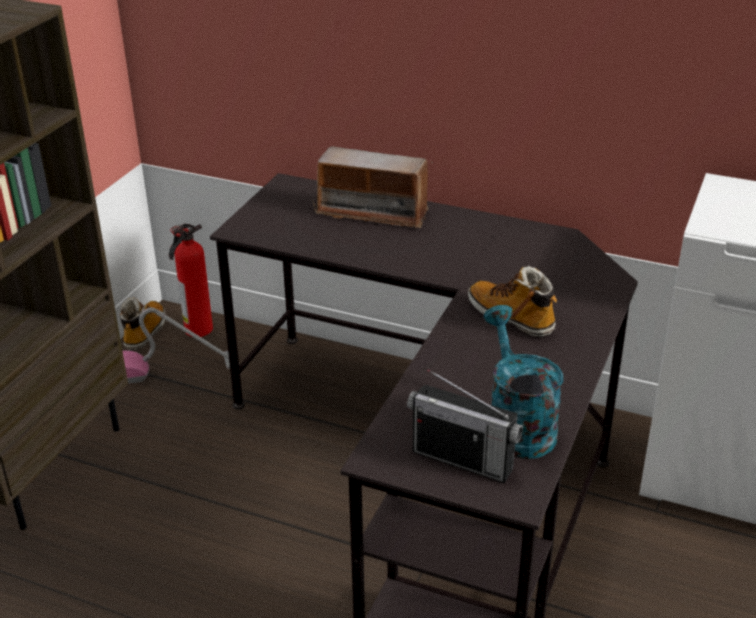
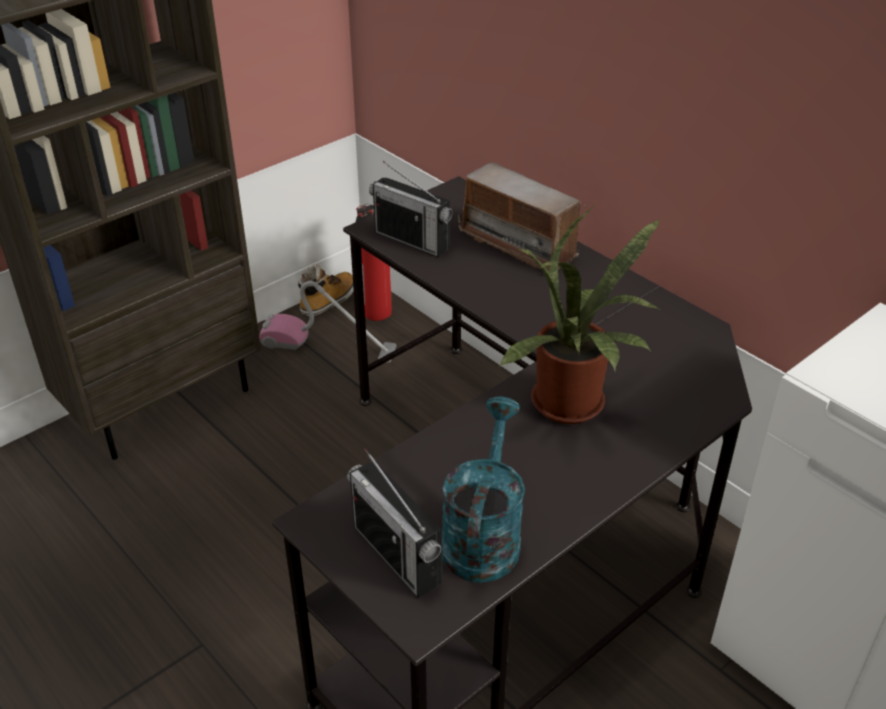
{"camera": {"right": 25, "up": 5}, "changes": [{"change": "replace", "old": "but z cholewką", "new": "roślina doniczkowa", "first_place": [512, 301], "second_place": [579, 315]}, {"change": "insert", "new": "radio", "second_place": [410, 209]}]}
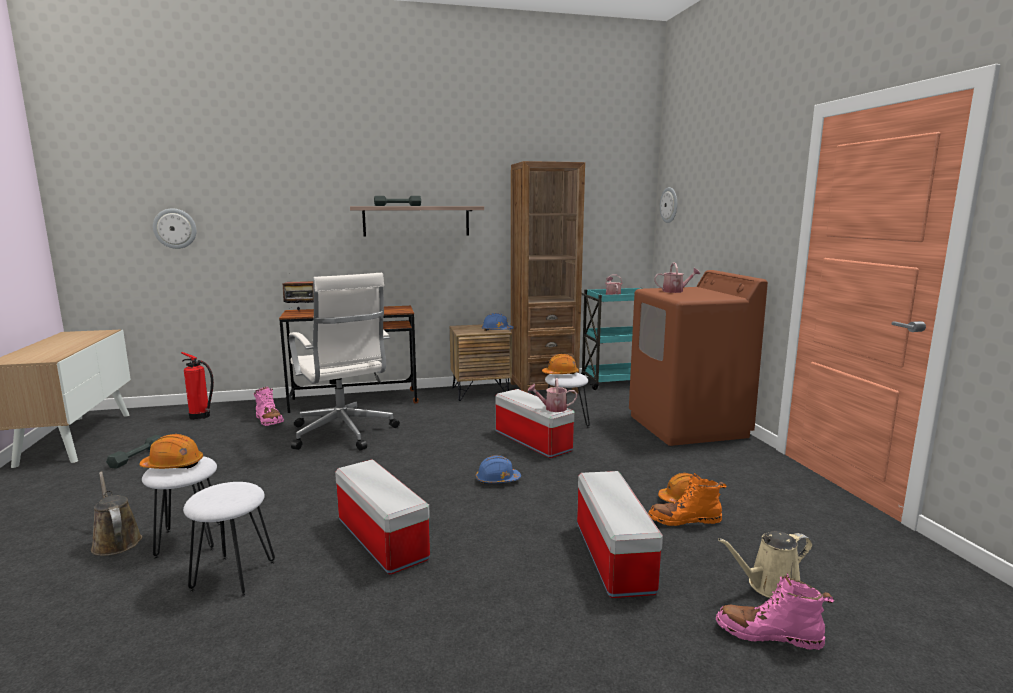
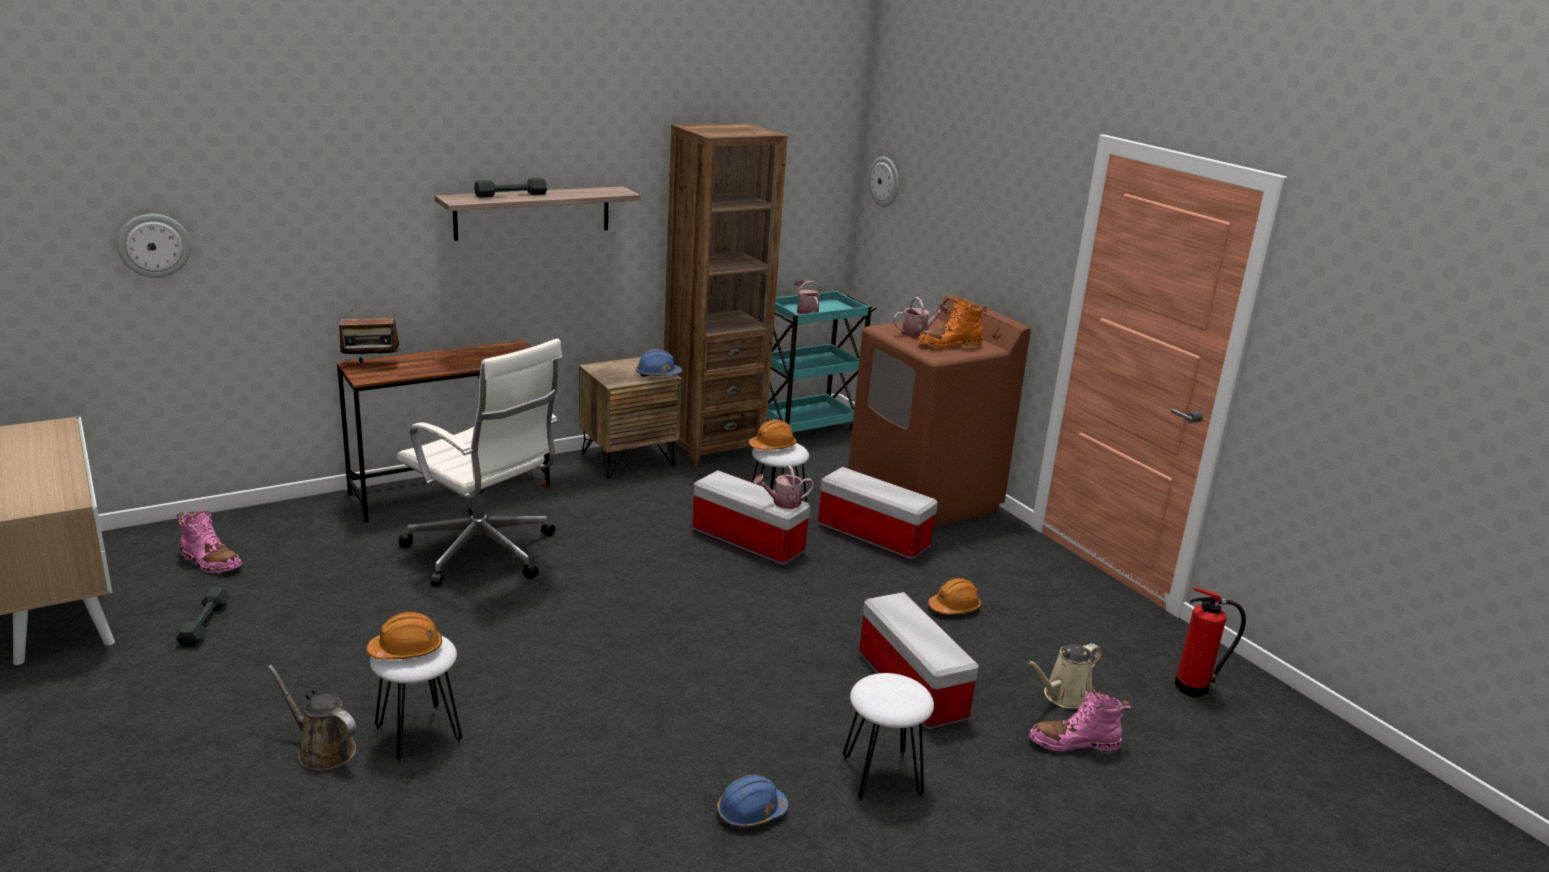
{"camera": {"right": -20, "up": 10}, "changes": [{"change": "move", "old": "gaśnica", "first_place": [197, 386], "second_place": [1210, 642]}, {"change": "move", "old": "stołek/biały", "first_place": [229, 539], "second_place": [888, 737]}, {"change": "move", "old": "but z cholewką/różowy", "first_place": [269, 406], "second_place": [209, 542]}, {"change": "move", "old": "pojemnik do przechowywania", "first_place": [382, 516], "second_place": [878, 513]}, {"change": "move", "old": "kask/niebieski", "first_place": [498, 469], "second_place": [753, 800]}, {"change": "move", "old": "but z cholewką/pomarańczowy", "first_place": [687, 499], "second_place": [953, 323]}]}
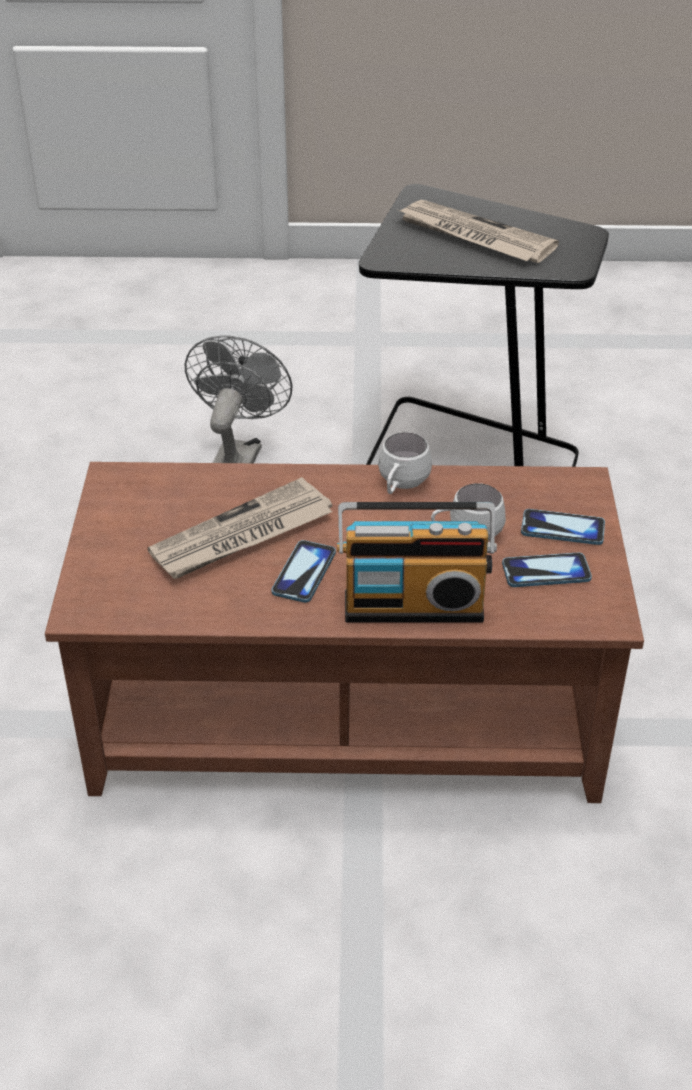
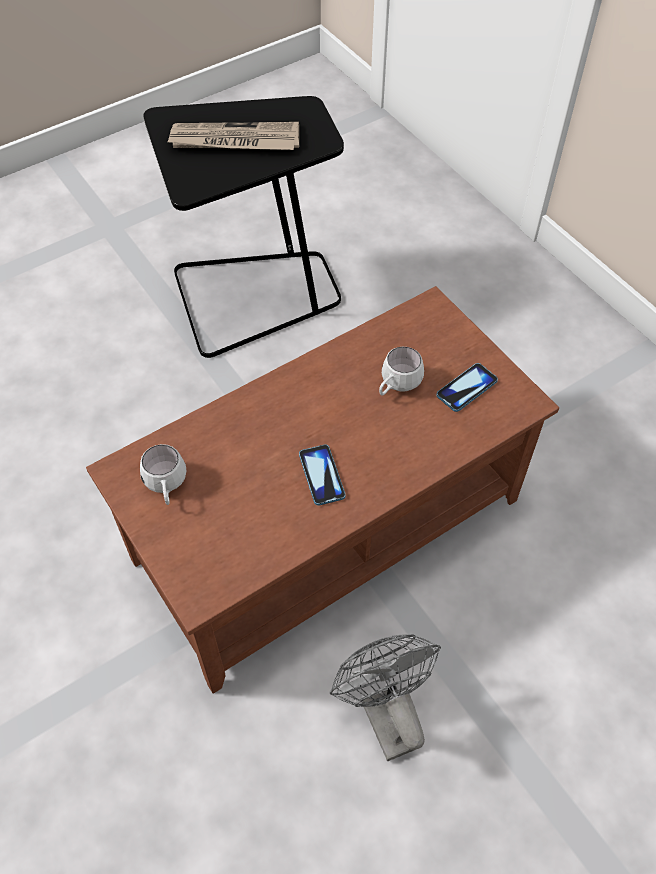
{"camera": {"right": -35, "up": 15}, "changes": [{"change": "delete", "old": "gazeta", "first_place": [240, 528]}, {"change": "move", "old": "wentylator/szary", "first_place": [239, 399], "second_place": [385, 697]}, {"change": "delete", "old": "radio", "first_place": [417, 562]}, {"change": "move", "old": "kubek/biały", "first_place": [405, 463], "second_place": [163, 474]}, {"change": "delete", "old": "telefon", "first_place": [563, 527]}]}
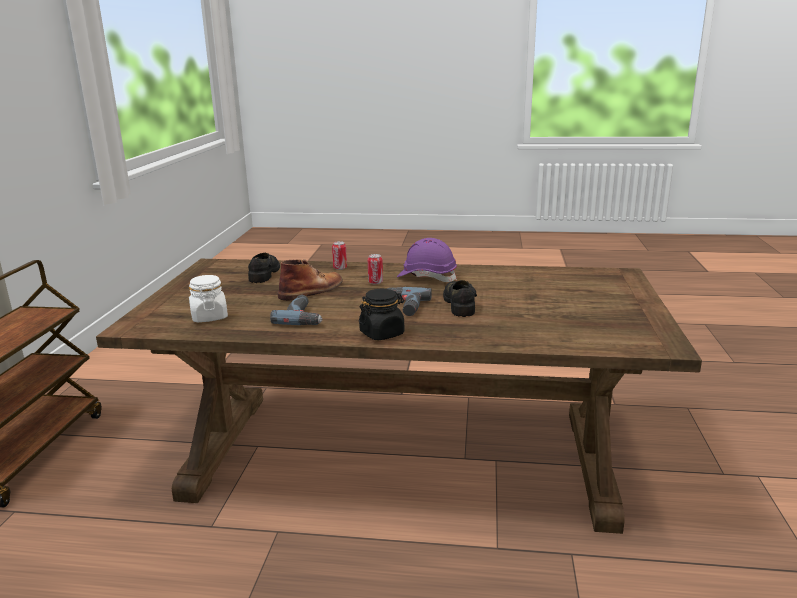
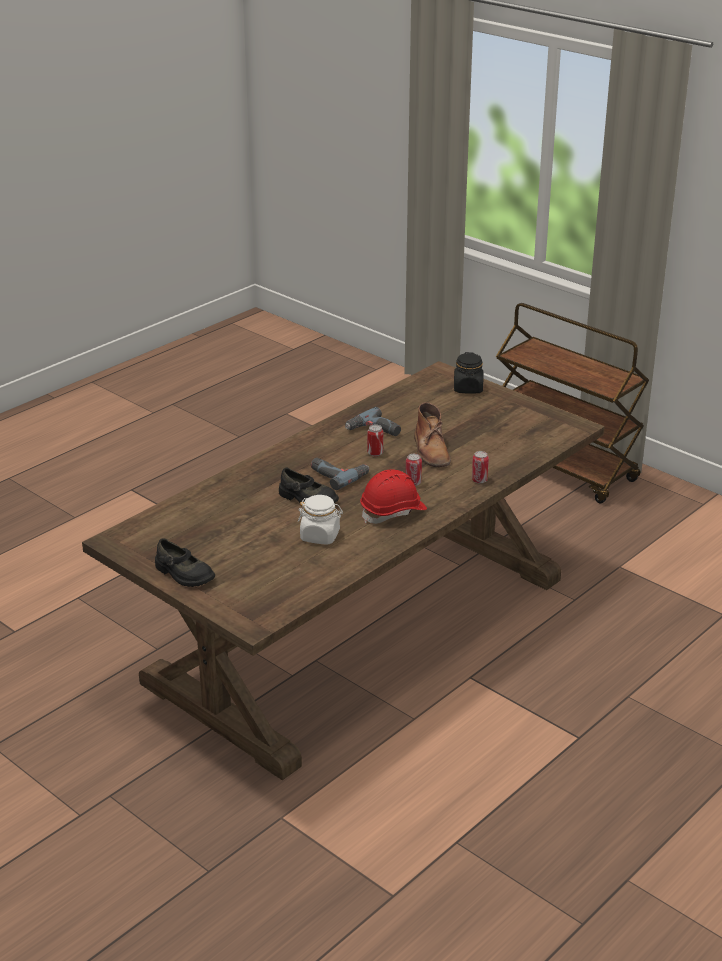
{"camera": {"right": 125, "up": 10}, "changes": [{"change": "move", "old": "słoik/biały", "first_place": [208, 298], "second_place": [320, 520]}, {"change": "move", "old": "but/czarny", "first_place": [264, 268], "second_place": [185, 562]}, {"change": "move", "old": "słoik/czarny", "first_place": [381, 314], "second_place": [468, 373]}, {"change": "recolor", "old": "kask/fioletowy", "new": "kask/czerwony", "first_place": [427, 260], "second_place": [393, 497]}, {"change": "insert", "new": "puszka", "second_place": [375, 440]}]}
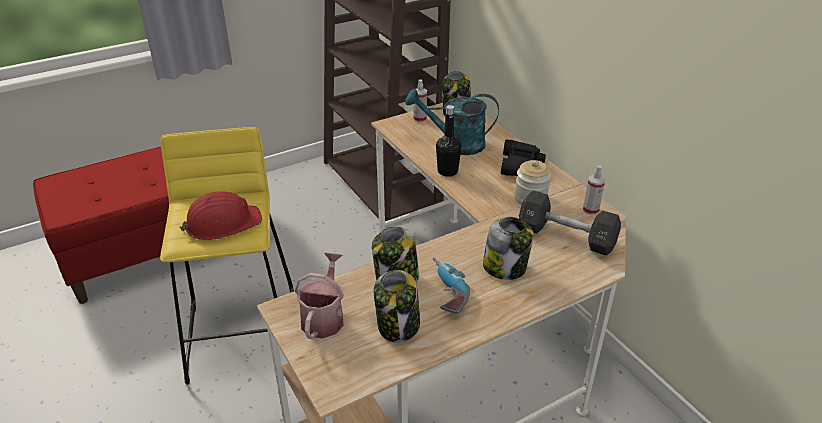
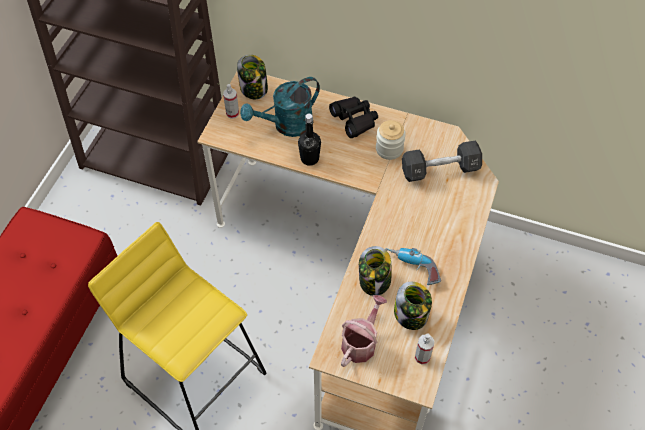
{"camera": {"right": -40, "up": 20}, "changes": [{"change": "delete", "old": "kask/czerwony", "first_place": [220, 216]}, {"change": "rotate", "old": "konewka", "first_place": [319, 295], "second_place": [364, 331], "degrees": 60}, {"change": "delete", "old": "słoik", "first_place": [508, 248]}, {"change": "move", "old": "spryskiwacz", "first_place": [594, 190], "second_place": [424, 349]}]}
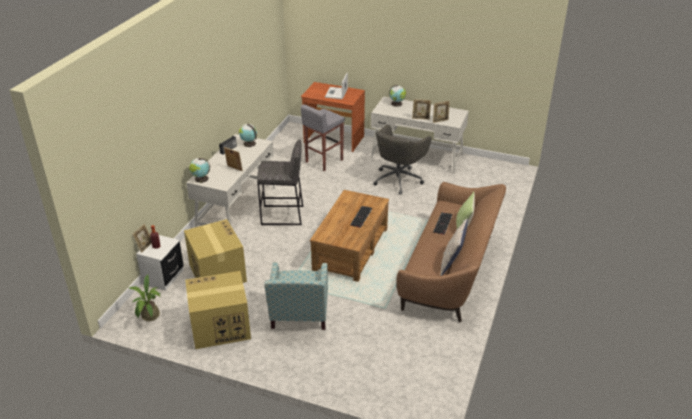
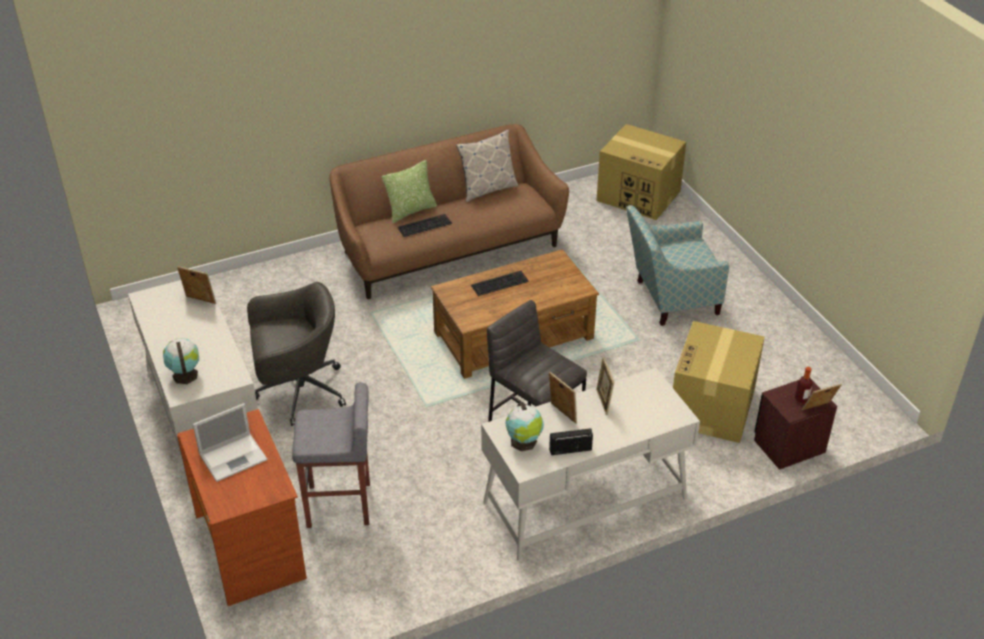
{"camera": {"right": -135, "up": 5}, "changes": [{"change": "delete", "old": "roślina doniczkowa", "first_place": [144, 298]}, {"change": "recolor", "old": "szafka nocna/biały", "new": "szafka nocna/brązowy", "first_place": [160, 263], "second_place": [795, 424]}, {"change": "move", "old": "karton", "first_place": [218, 310], "second_place": [641, 172]}, {"change": "delete", "old": "globus", "first_place": [199, 170]}, {"change": "rotate", "old": "fotel", "first_place": [296, 296], "second_place": [677, 265], "degrees": -150}, {"change": "move", "old": "ramka na zdjęcie", "first_place": [421, 109], "second_place": [563, 398]}]}
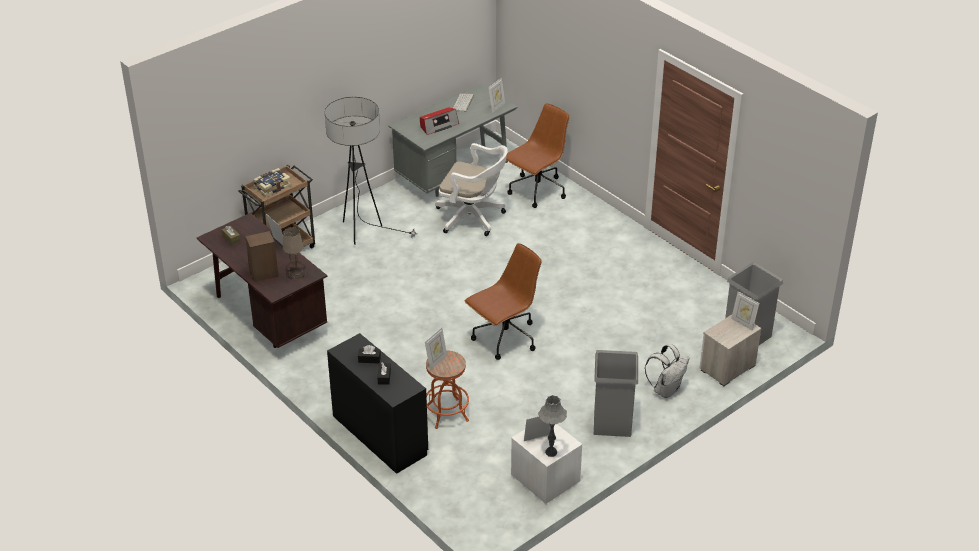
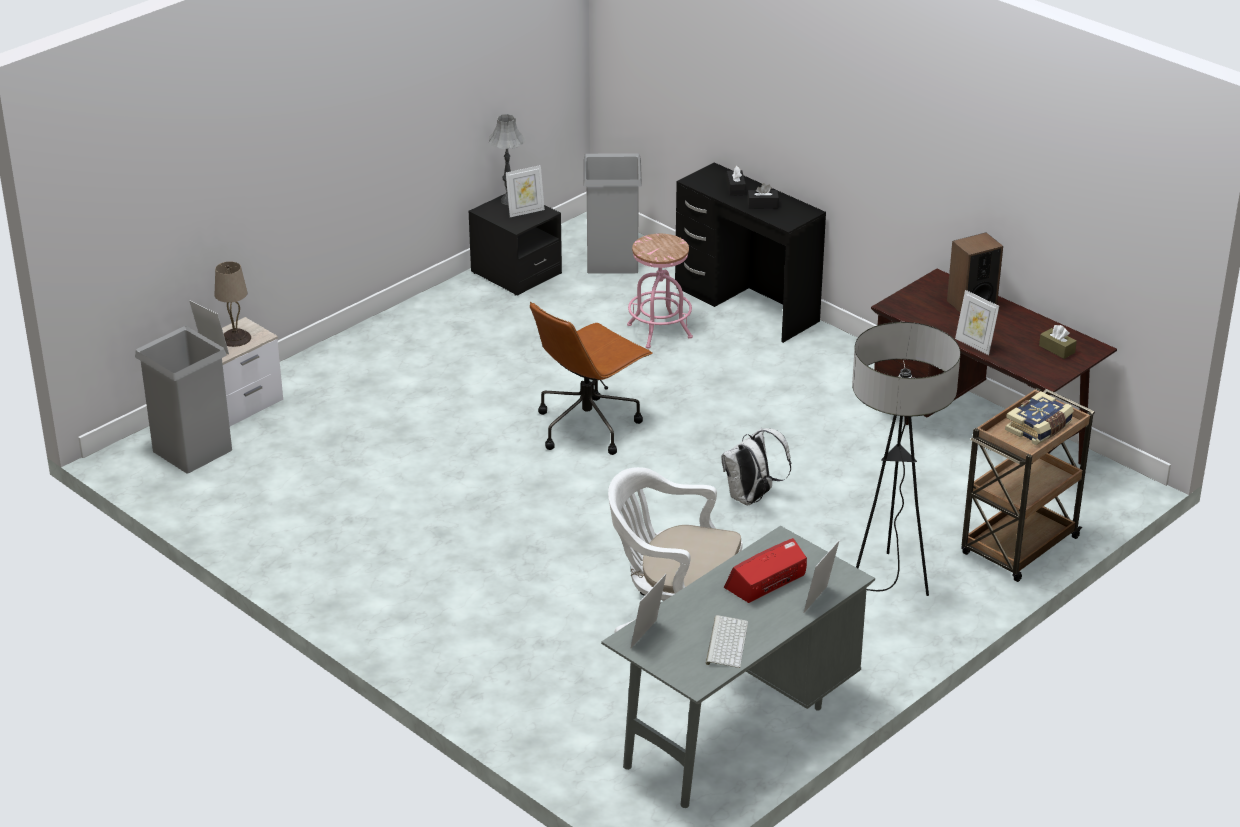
{"camera": {"right": 175, "up": -5}, "changes": [{"change": "move", "old": "lampa stołowa/beżowy", "first_place": [294, 253], "second_place": [233, 304]}, {"change": "move", "old": "ramka na zdjęcie", "first_place": [436, 349], "second_place": [822, 576]}, {"change": "recolor", "old": "stołek/pomarańczowy", "new": "stołek/różowy", "first_place": [447, 389], "second_place": [660, 291]}, {"change": "delete", "old": "krzesło biurowe/brązowy", "first_place": [537, 155]}, {"change": "recolor", "old": "szafka nocna/biały", "new": "szafka nocna/czarny", "first_place": [546, 464], "second_place": [515, 245]}, {"change": "move", "old": "kosz na śmieci/szary", "first_place": [616, 393], "second_place": [612, 213]}, {"change": "move", "old": "plecak/biały", "first_place": [667, 371], "second_place": [756, 466]}]}
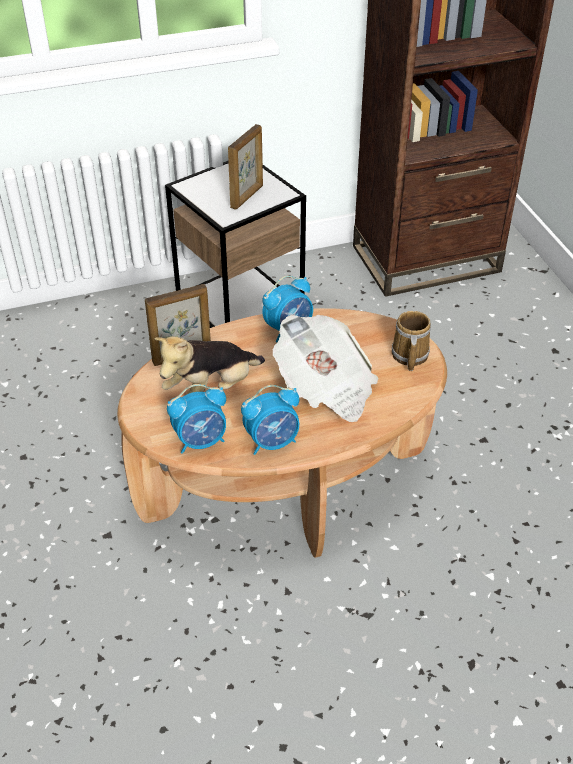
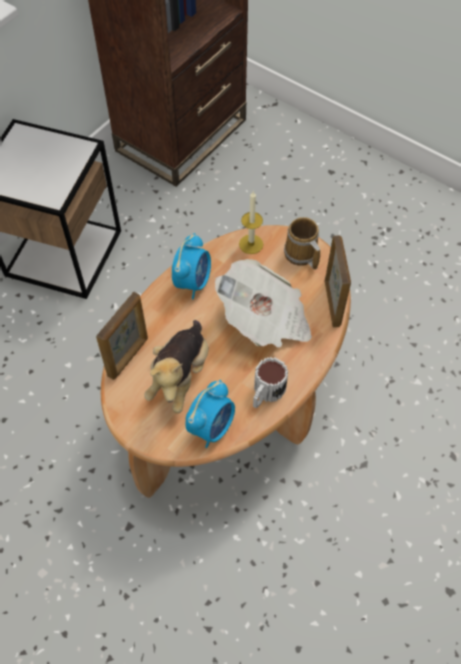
{"camera": {"right": -35, "up": 15}, "changes": [{"change": "move", "old": "ramka na zdjęcie", "first_place": [245, 167], "second_place": [338, 281]}, {"change": "replace", "old": "budzik", "new": "kubek", "first_place": [270, 420], "second_place": [270, 382]}, {"change": "insert", "new": "świeca", "second_place": [251, 222]}]}
